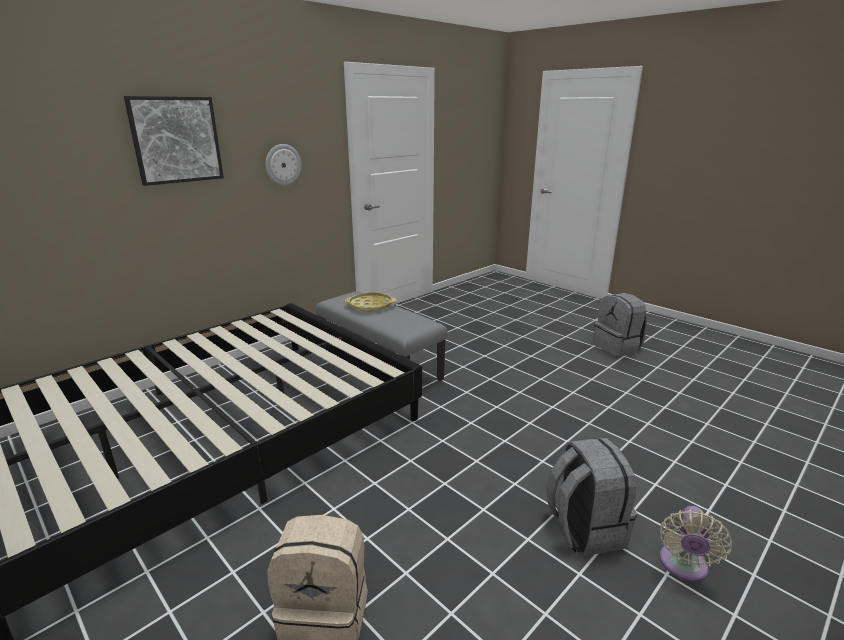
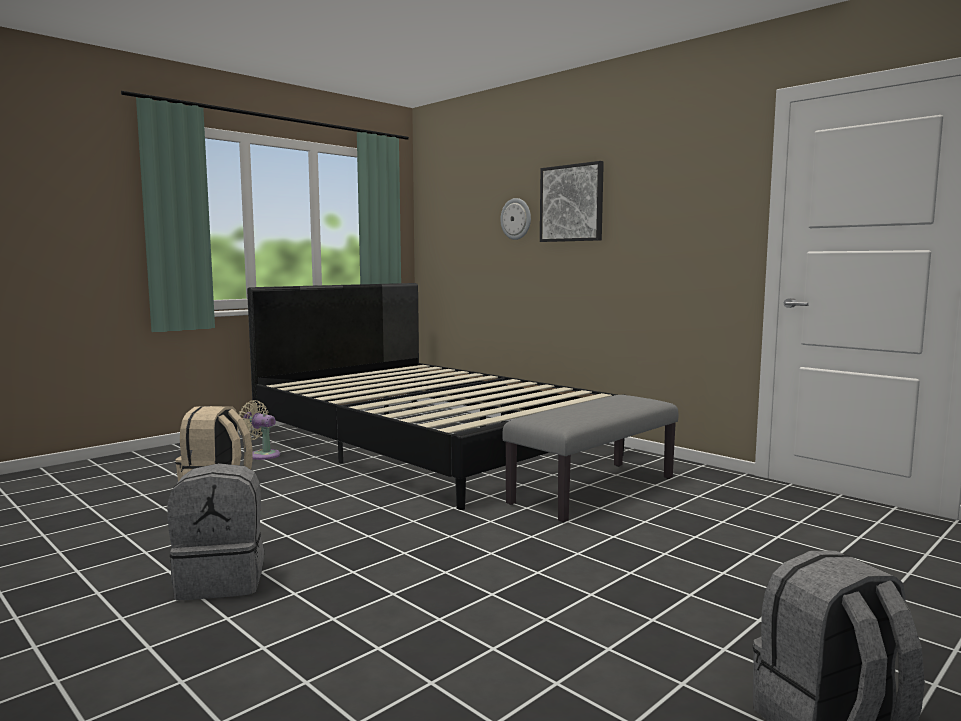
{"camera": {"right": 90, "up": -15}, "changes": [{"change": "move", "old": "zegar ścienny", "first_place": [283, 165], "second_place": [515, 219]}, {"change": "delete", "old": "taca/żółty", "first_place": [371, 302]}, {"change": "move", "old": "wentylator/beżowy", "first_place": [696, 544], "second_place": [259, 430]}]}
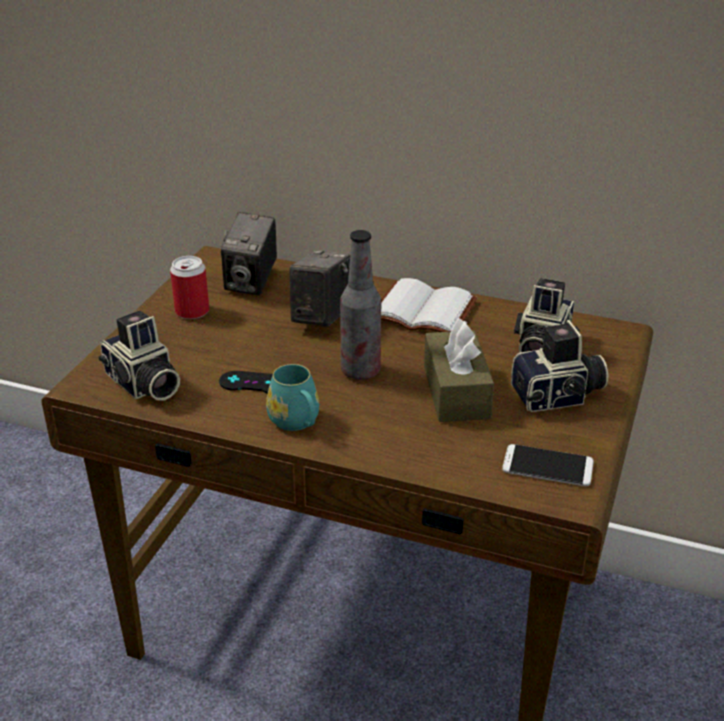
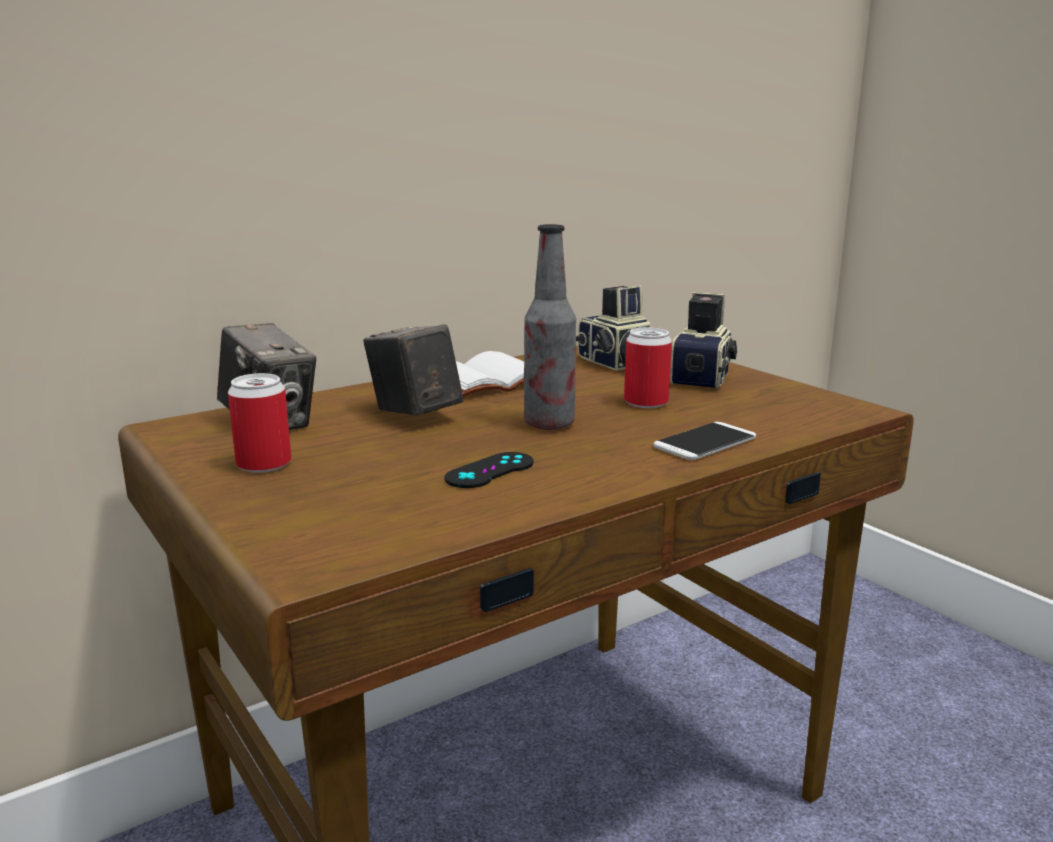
{"camera": {"right": -55, "up": -15}, "changes": [{"change": "delete", "old": "aparat fotograficzny", "first_place": [139, 356]}, {"change": "delete", "old": "kubek/turkusowy", "first_place": [292, 397]}, {"change": "replace", "old": "pudełko chusteczek/brązowy", "new": "puszka", "first_place": [459, 370], "second_place": [648, 367]}, {"change": "move", "old": "telefon", "first_place": [548, 465], "second_place": [704, 441]}]}
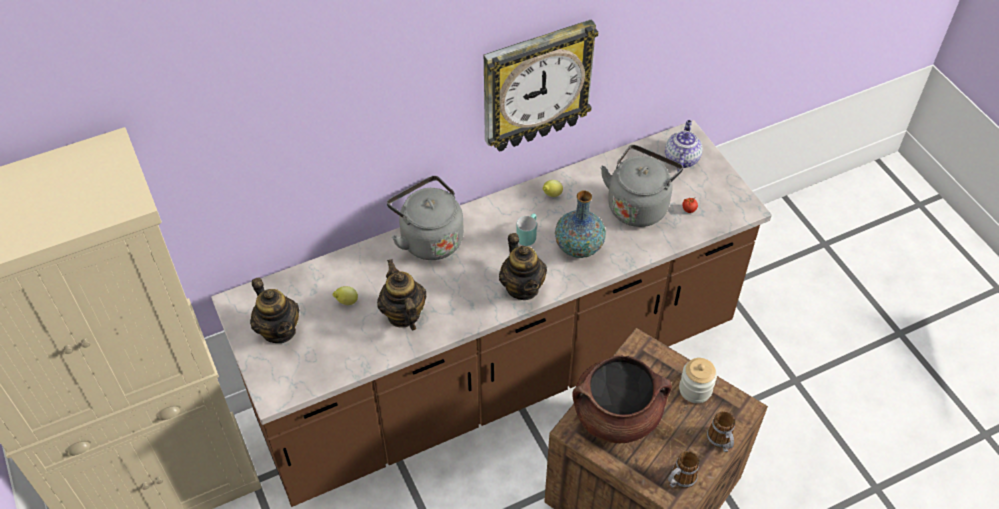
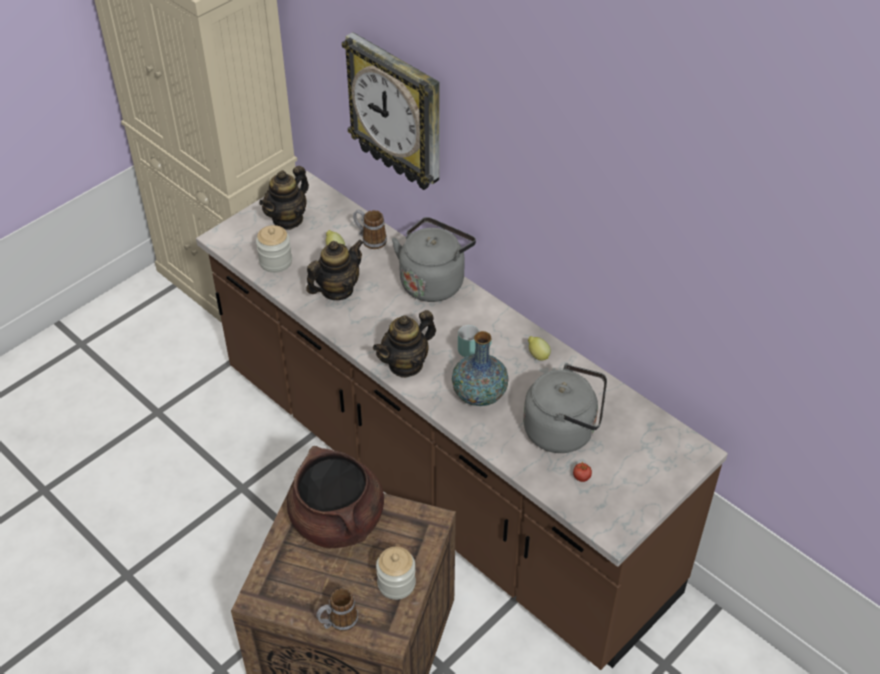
{"camera": {"right": 70, "up": -5}, "changes": [{"change": "move", "old": "zegar ścienny", "first_place": [541, 86], "second_place": [390, 111]}, {"change": "delete", "old": "imbryk", "first_place": [684, 145]}, {"change": "move", "old": "kubek", "first_place": [683, 469], "second_place": [370, 229]}, {"change": "insert", "new": "słoik", "second_place": [274, 249]}]}
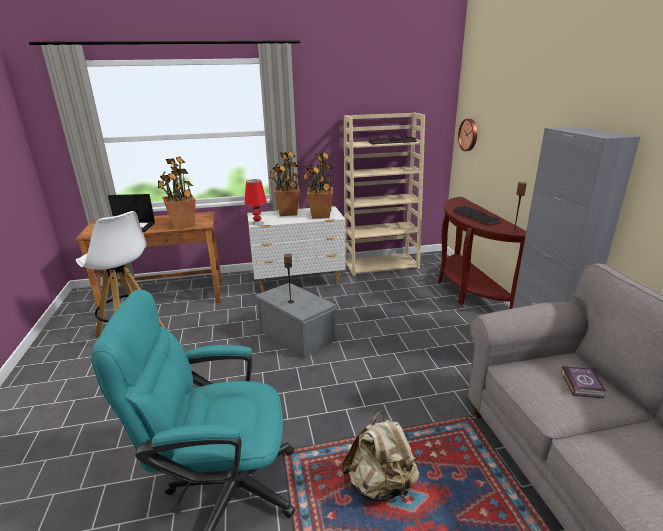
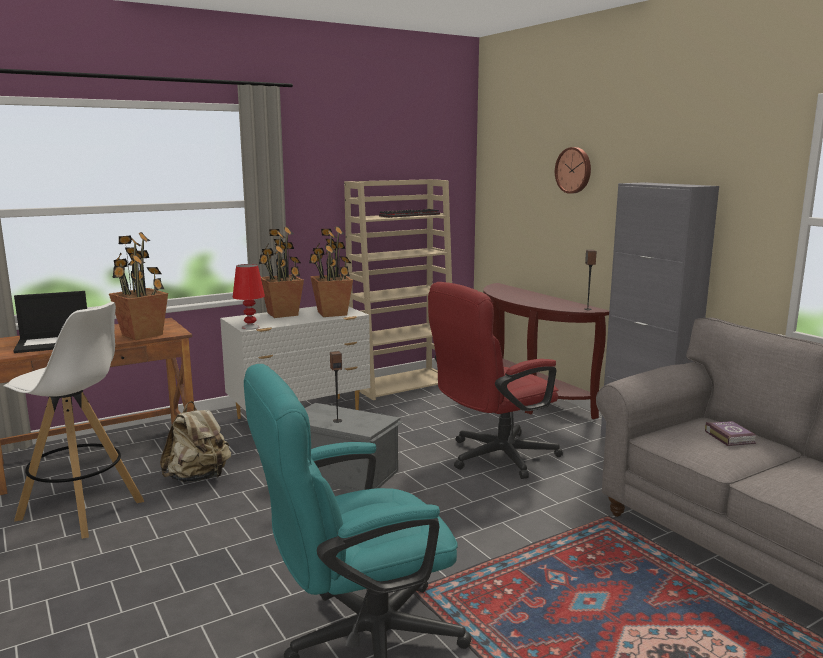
{"camera": {"right": -20, "up": -10}, "changes": [{"change": "move", "old": "plecak/beżowy", "first_place": [380, 456], "second_place": [195, 441]}, {"change": "delete", "old": "klawiatura", "first_place": [477, 216]}, {"change": "move", "old": "zegar ścienny", "first_place": [467, 135], "second_place": [573, 170]}, {"change": "insert", "new": "krzesło biurowe/czerwony", "second_place": [495, 380]}]}
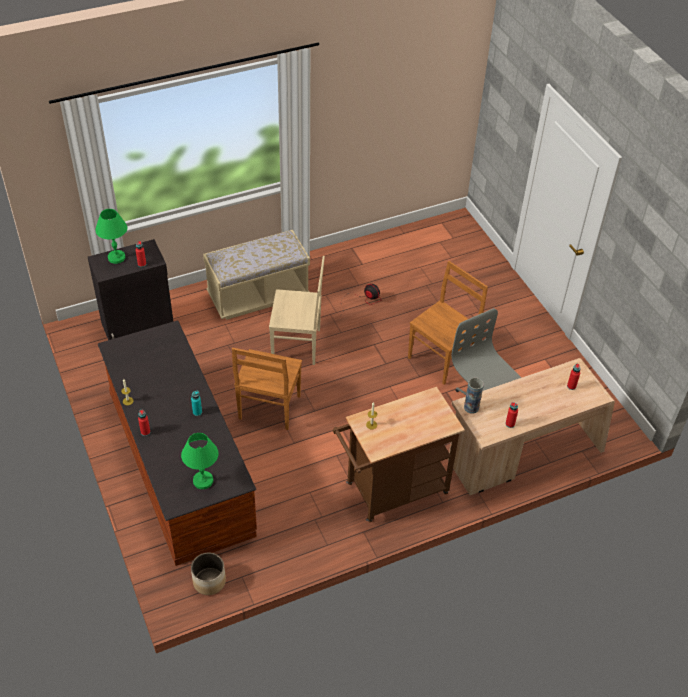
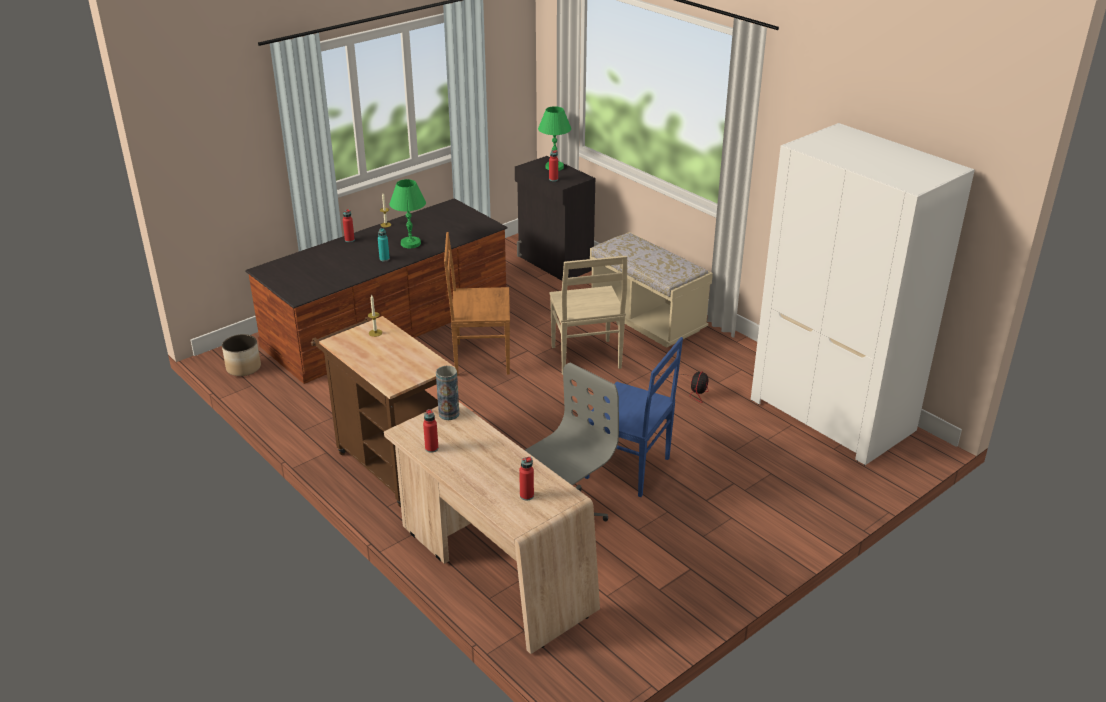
{"camera": {"right": 75, "up": -15}, "changes": [{"change": "move", "old": "lampa stołowa/zielony", "first_place": [200, 461], "second_place": [408, 213]}, {"change": "recolor", "old": "krzesło/brązowy", "new": "krzesło/niebieski", "first_place": [448, 323], "second_place": [634, 417]}, {"change": "insert", "new": "szafa/biały", "second_place": [863, 294]}]}
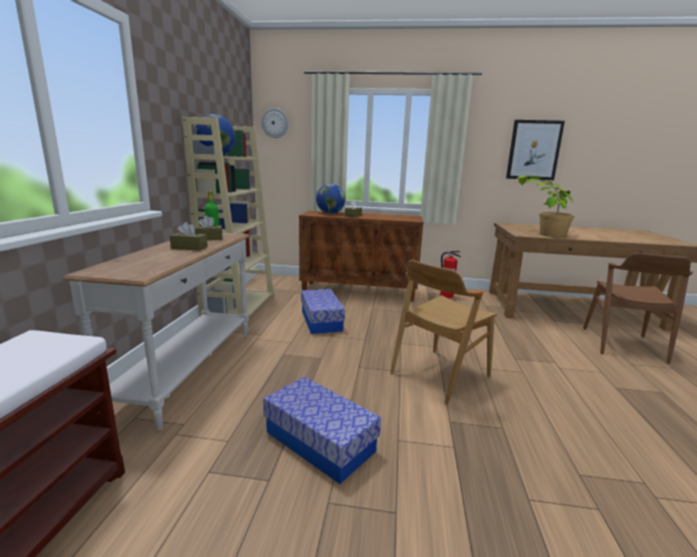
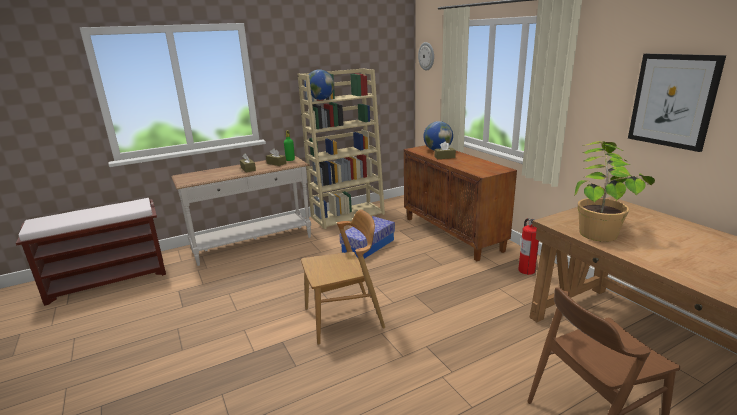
{"camera": {"right": 55, "up": 5}, "changes": [{"change": "delete", "old": "pojemnik do przechowywania", "first_place": [322, 430]}, {"change": "rotate", "old": "krzesło/brązowy", "first_place": [443, 332], "second_place": [343, 277], "degrees": 150}]}
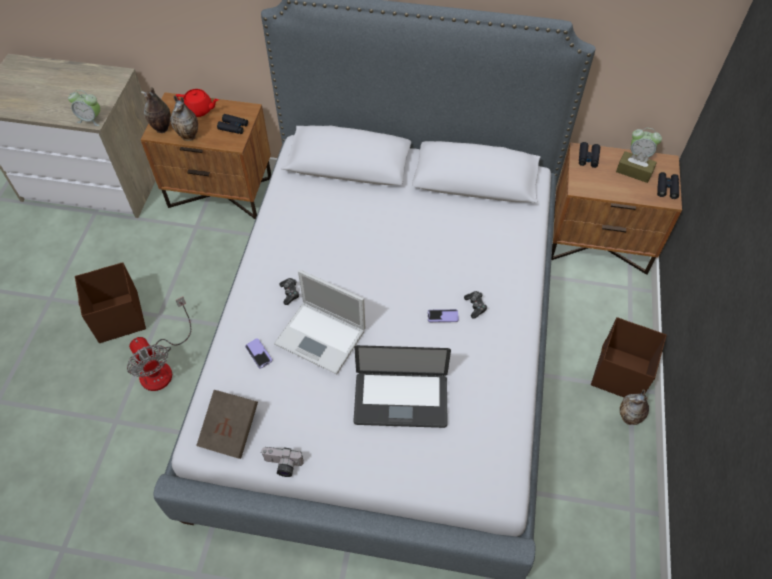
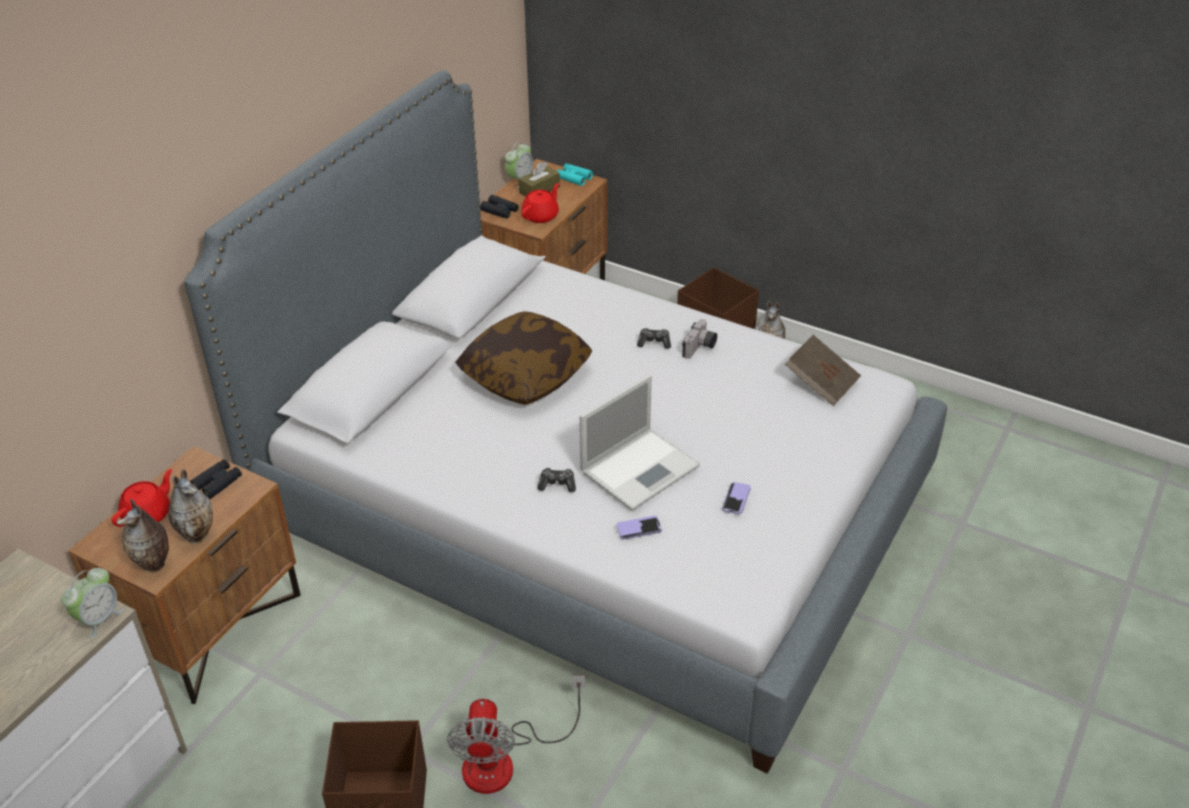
{"camera": {"right": -70, "up": -15}, "changes": [{"change": "rotate", "old": "wentylator", "first_place": [159, 344], "second_place": [516, 735], "degrees": 105}, {"change": "move", "old": "książka/brązowy", "first_place": [227, 424], "second_place": [823, 370]}, {"change": "move", "old": "aparat fotograficzny", "first_place": [282, 462], "second_place": [699, 339]}, {"change": "delete", "old": "laptop", "first_place": [402, 386]}, {"change": "move", "old": "telefon", "first_place": [443, 315], "second_place": [736, 498]}, {"change": "recolor", "old": "lornetka/czarny", "new": "lornetka/turkusowy", "first_place": [668, 185], "second_place": [575, 174]}, {"change": "insert", "new": "poduszka", "second_place": [523, 358]}, {"change": "insert", "new": "imbryk/czerwony", "second_place": [540, 203]}]}
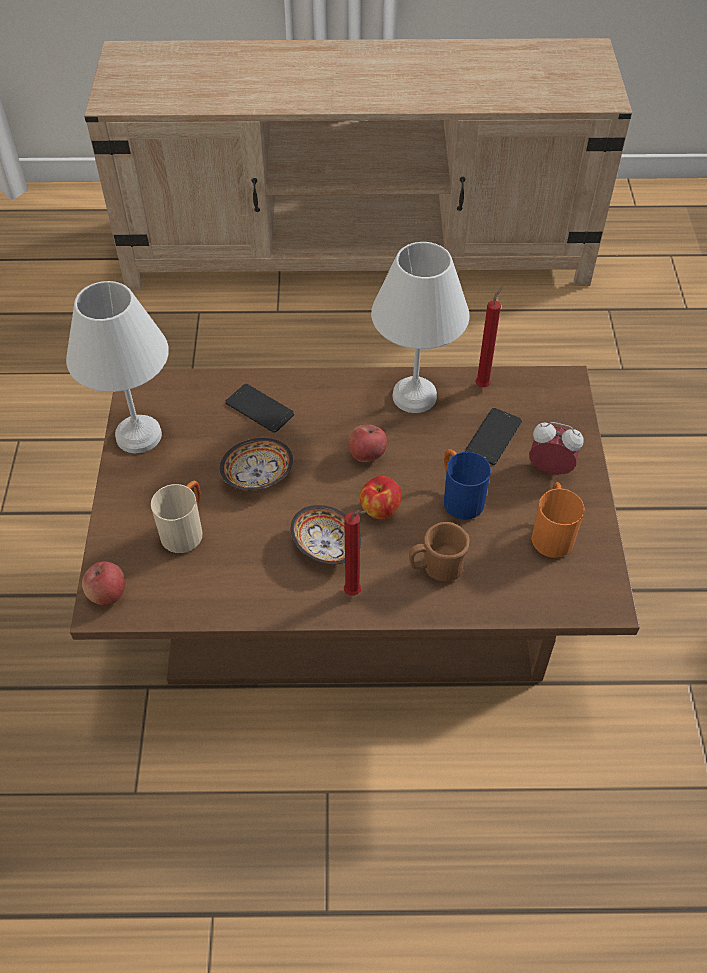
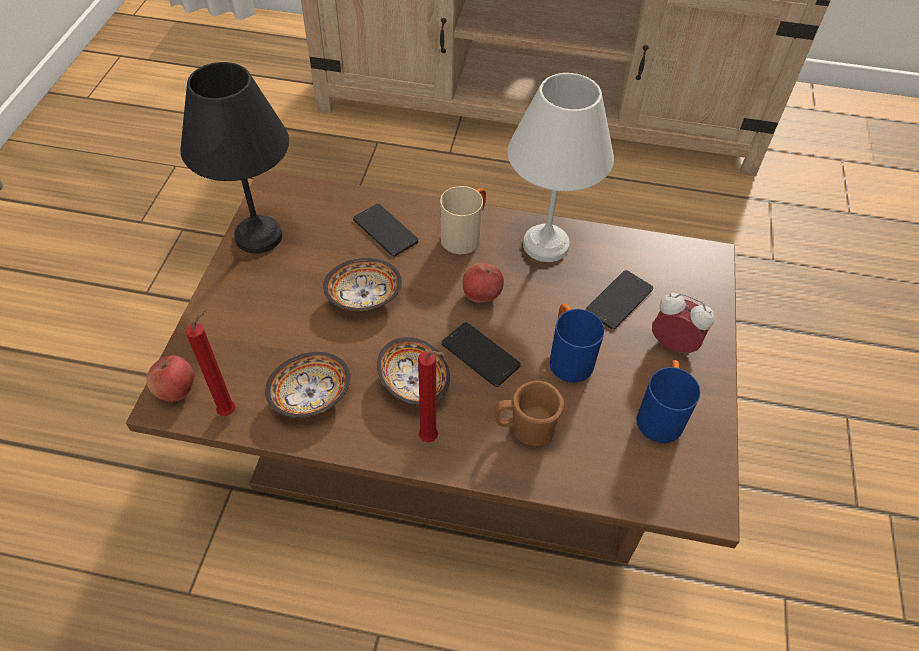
{"camera": {"right": 10, "up": 0}, "changes": [{"change": "recolor", "old": "lampa stołowa/biały", "new": "lampa stołowa/czarny", "first_place": [117, 367], "second_place": [234, 157]}, {"change": "move", "old": "kubek/beżowy", "first_place": [177, 517], "second_place": [463, 220]}, {"change": "replace", "old": "jabłko", "new": "telefon", "first_place": [381, 497], "second_place": [481, 354]}, {"change": "move", "old": "świeca/czerwony", "first_place": [489, 337], "second_place": [210, 362]}, {"change": "recolor", "old": "kubek/pomarańczowy", "new": "kubek/niebieski", "first_place": [558, 520], "second_place": [668, 401]}, {"change": "insert", "new": "miska", "second_place": [307, 385]}]}
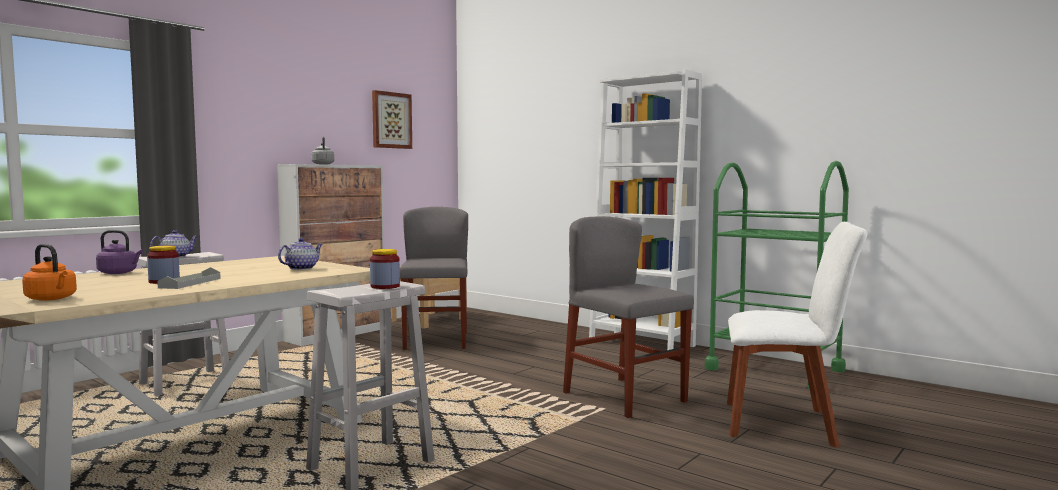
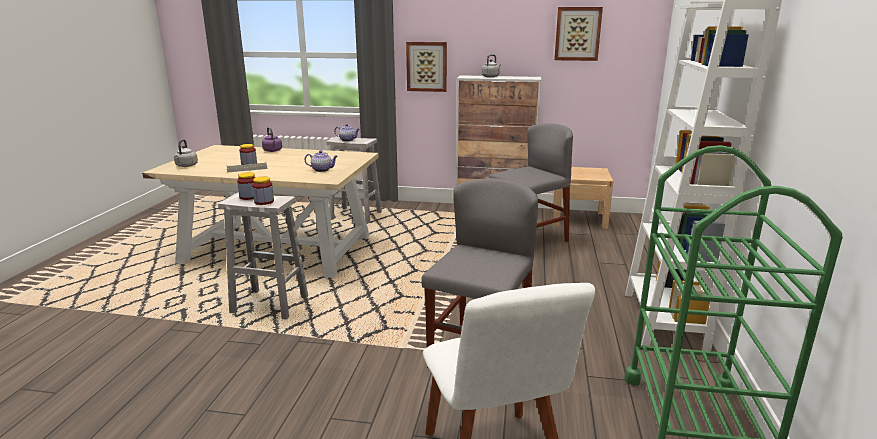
{"camera": {"right": 60, "up": 15}, "changes": [{"change": "recolor", "old": "czajnik/pomarańczowy", "new": "czajnik/szary", "first_place": [49, 272], "second_place": [186, 153]}, {"change": "insert", "new": "słoik", "second_place": [246, 186]}, {"change": "insert", "new": "obraz", "second_place": [426, 67]}]}
